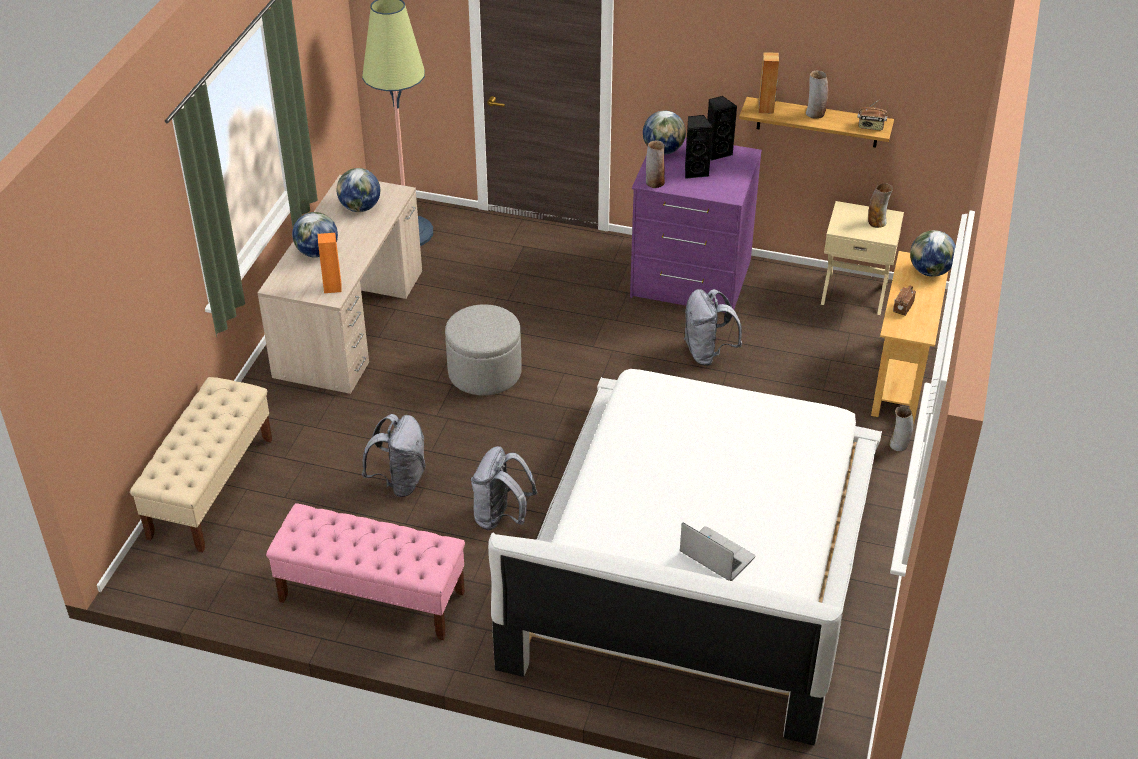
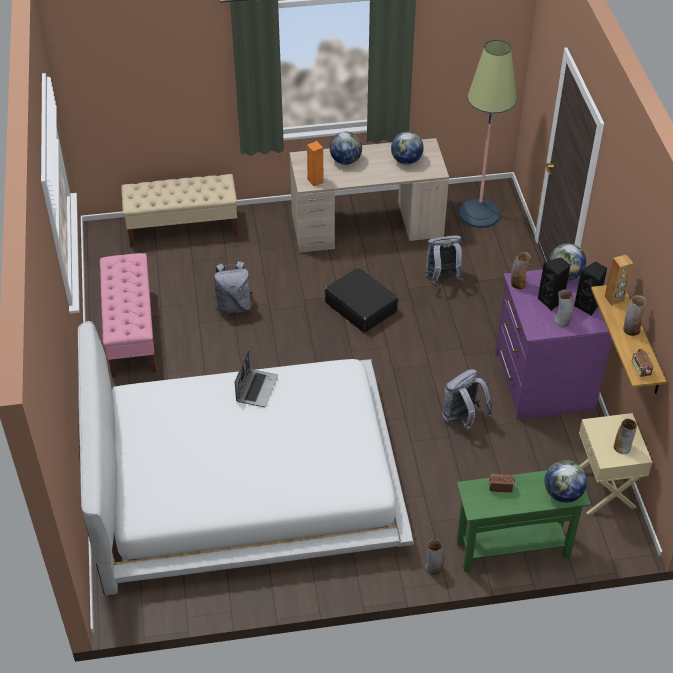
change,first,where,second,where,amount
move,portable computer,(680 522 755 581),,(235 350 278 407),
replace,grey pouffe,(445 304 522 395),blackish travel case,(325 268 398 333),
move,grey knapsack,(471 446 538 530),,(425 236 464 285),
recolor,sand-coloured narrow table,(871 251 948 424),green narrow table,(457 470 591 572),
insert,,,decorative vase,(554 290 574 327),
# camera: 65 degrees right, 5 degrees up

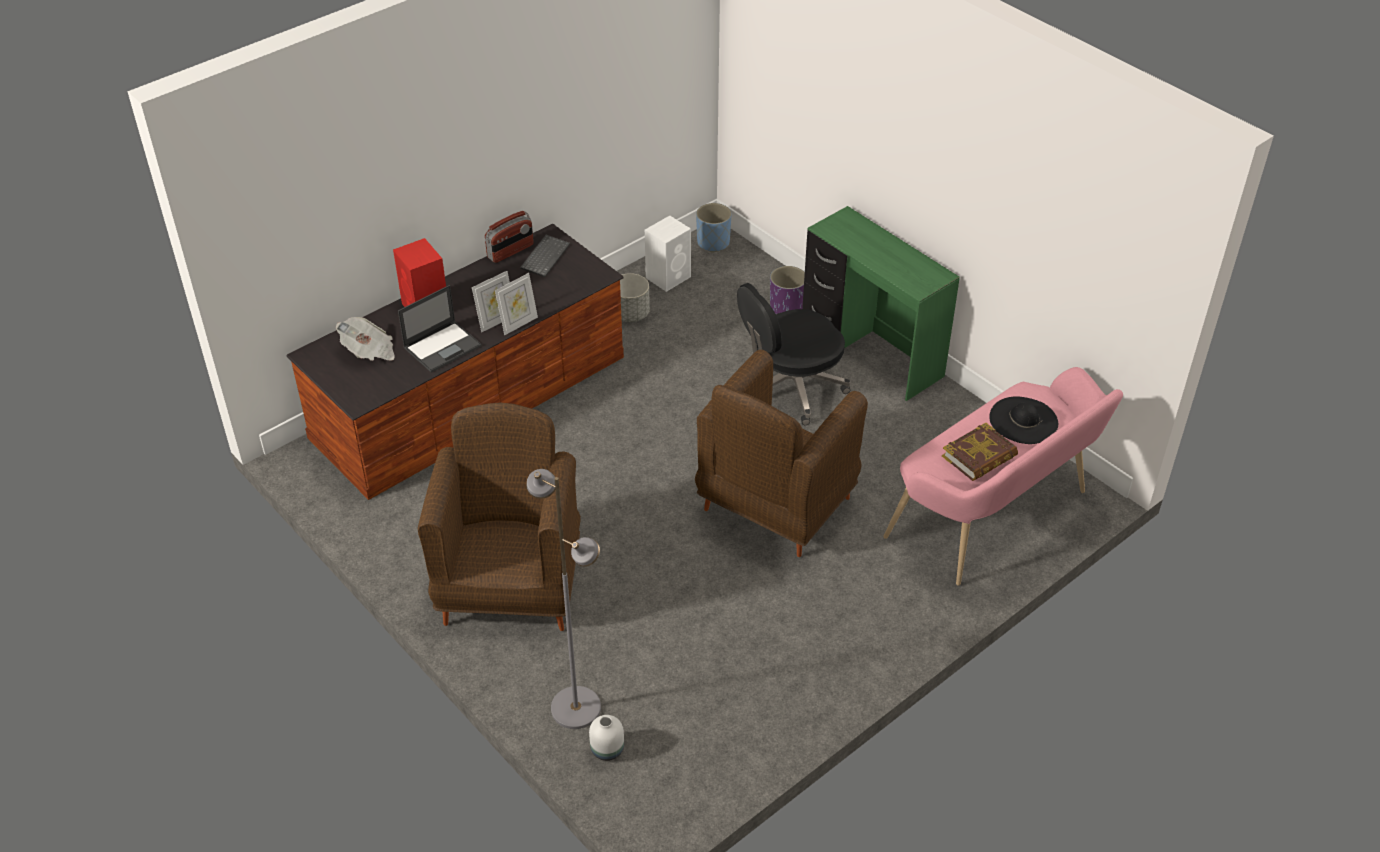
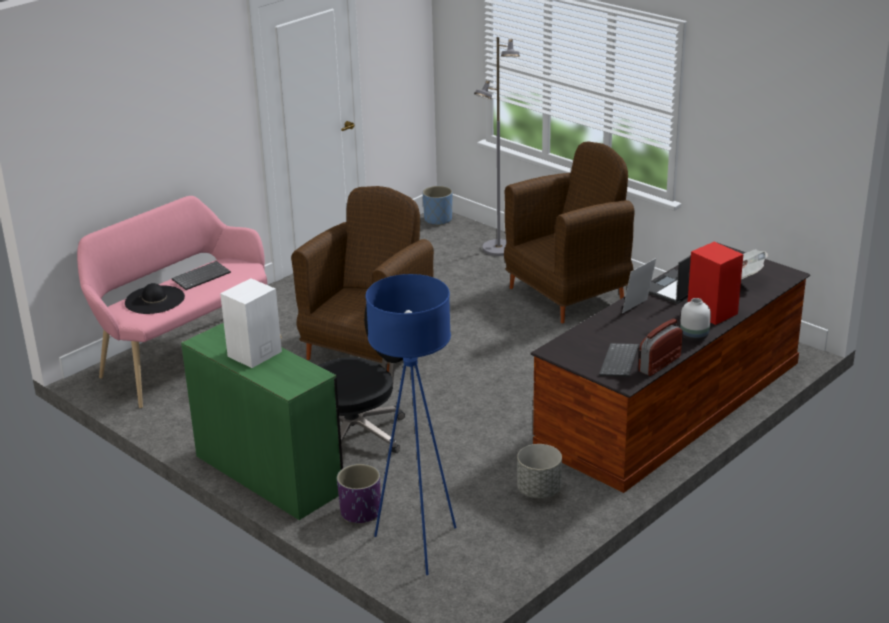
change,first,where,second,where,amount
replace,book,(942 423 1018 481),computer keyboard,(172 261 231 290),
move,white-coloured audio speaker,(645 216 691 292),,(220 278 282 368),
insert,,,blue floor lamp,(366 274 456 575),
move,blue flower pot,(696 203 732 253),,(422 186 452 226),
rotate,brown-coloured lounge chair,(418 403 581 631),,(504 141 634 323),120 degrees counterclockwise
move,white-coloured decorative vase,(589 715 624 761),,(680 298 711 341),
delete,picture frame,(495 273 538 335),,,
# camera: 175 degrees right, 15 degrees down

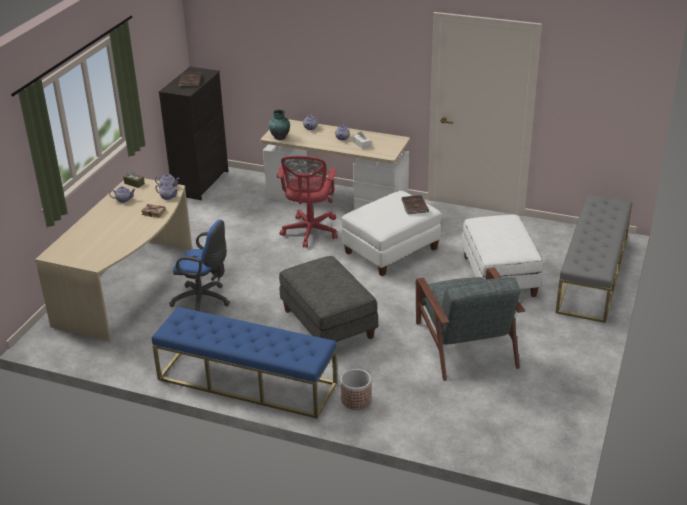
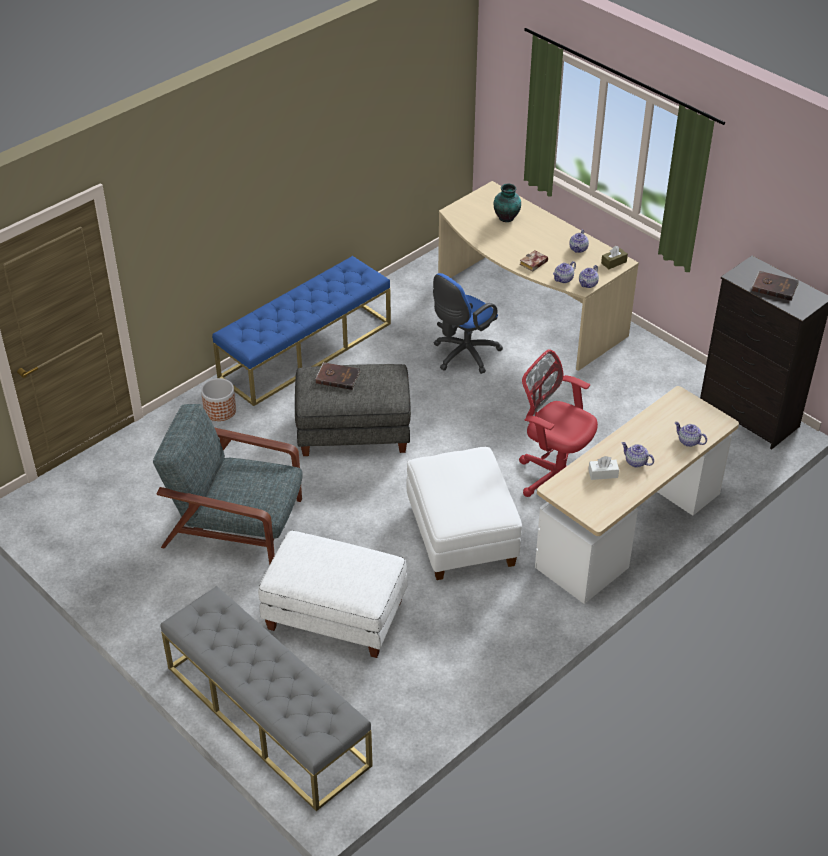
change,first,where,second,where,amount
move,brown-coloured book,(402 195 429 214),,(315 362 361 390),
move,decorative vase,(269 110 290 140),,(494 184 521 222),
# camera: 115 degrees right, 10 degrees up

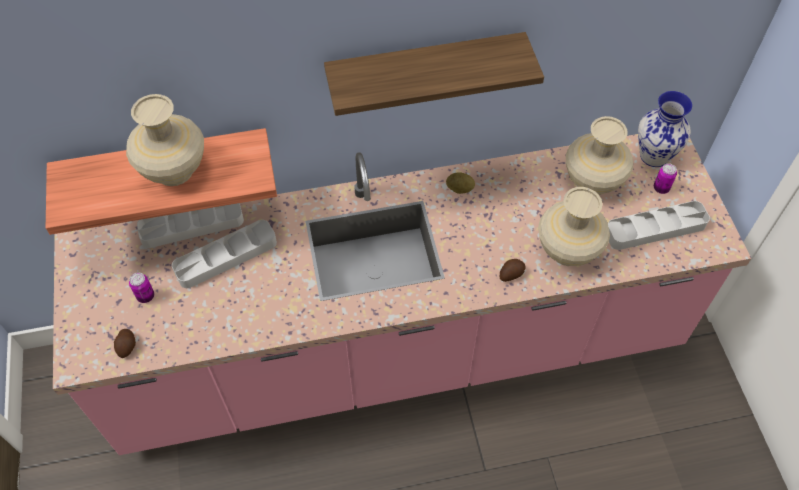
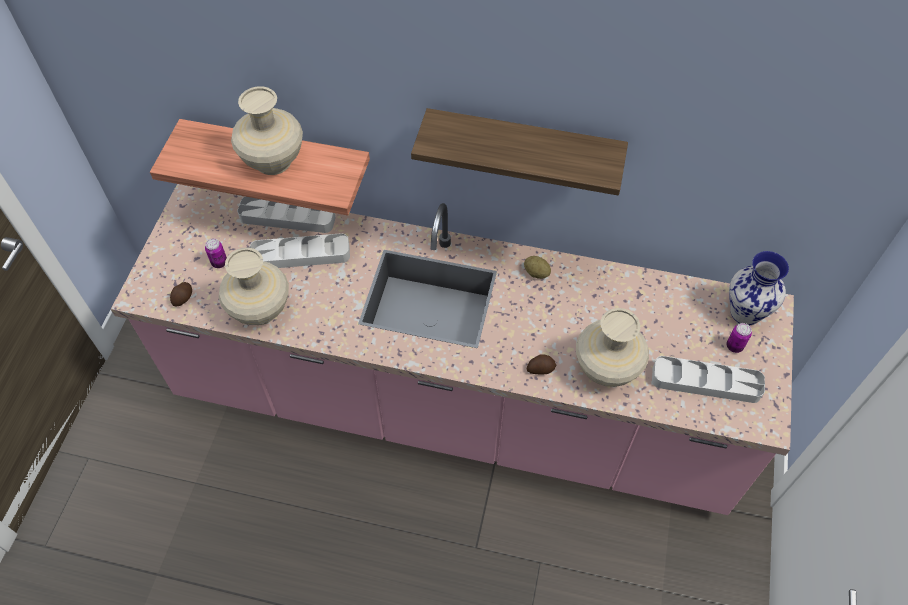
change,first,where,second,where,amount
move,sand-coloured decorative vase,(566 116 633 195),,(219 247 289 325),
# camera: 25 degrees right, 0 degrees up

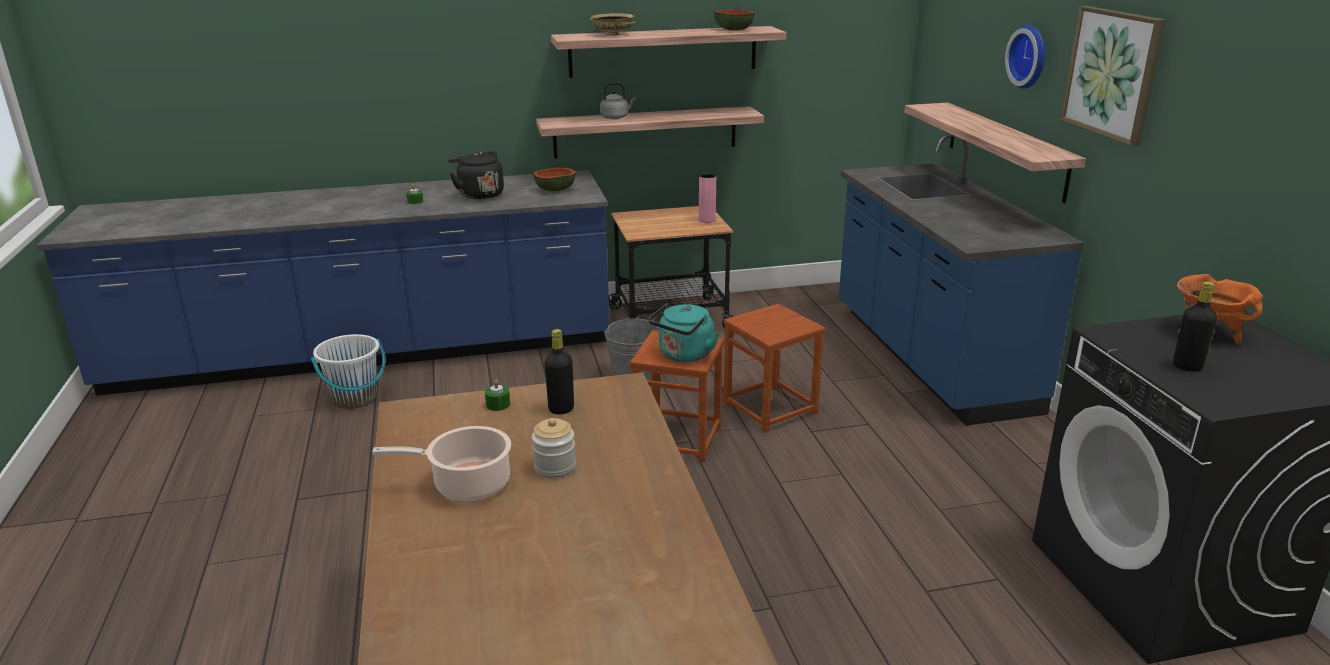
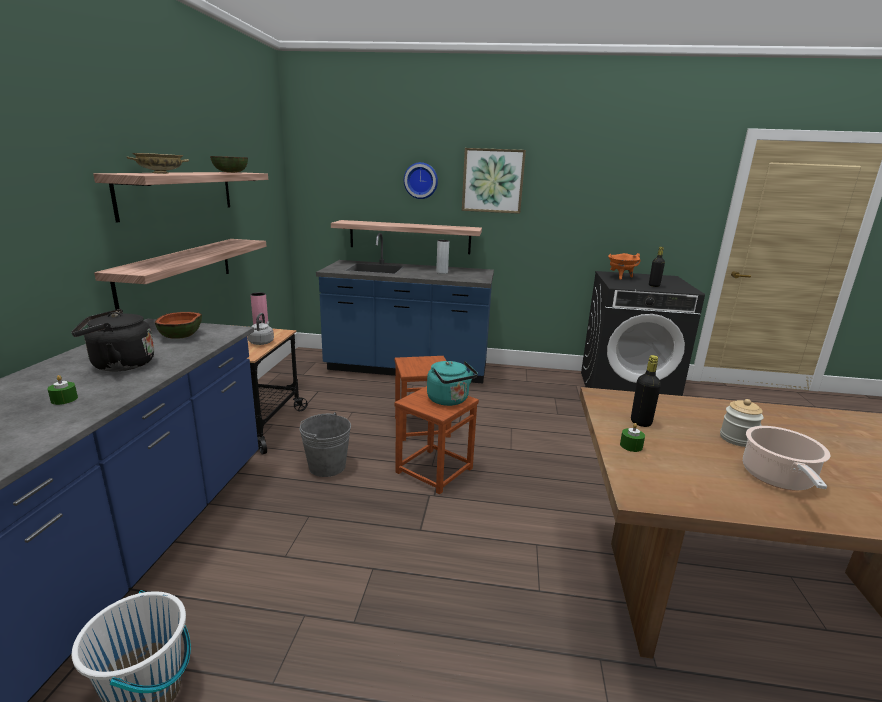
change,first,where,second,where,amount
move,grey kettle,(600 83 636 119),,(248 313 274 345),
insert,,,grey decorative vase,(436 240 449 274),
# camera: 70 degrees left, 5 degrees down

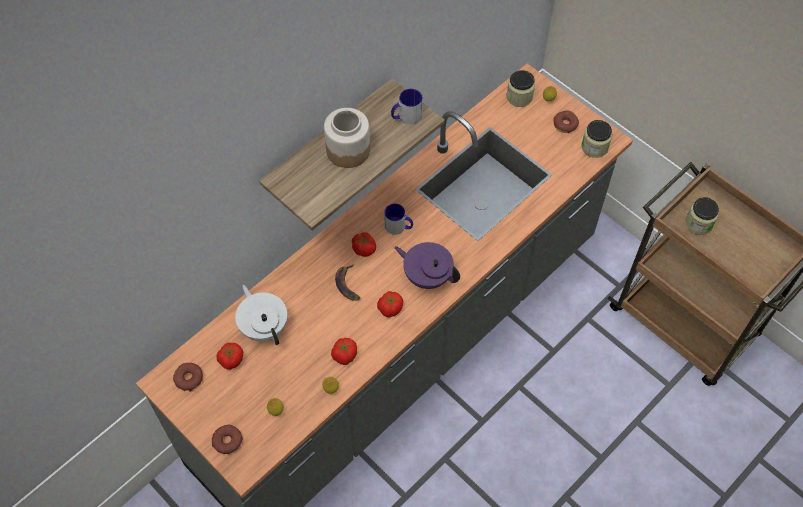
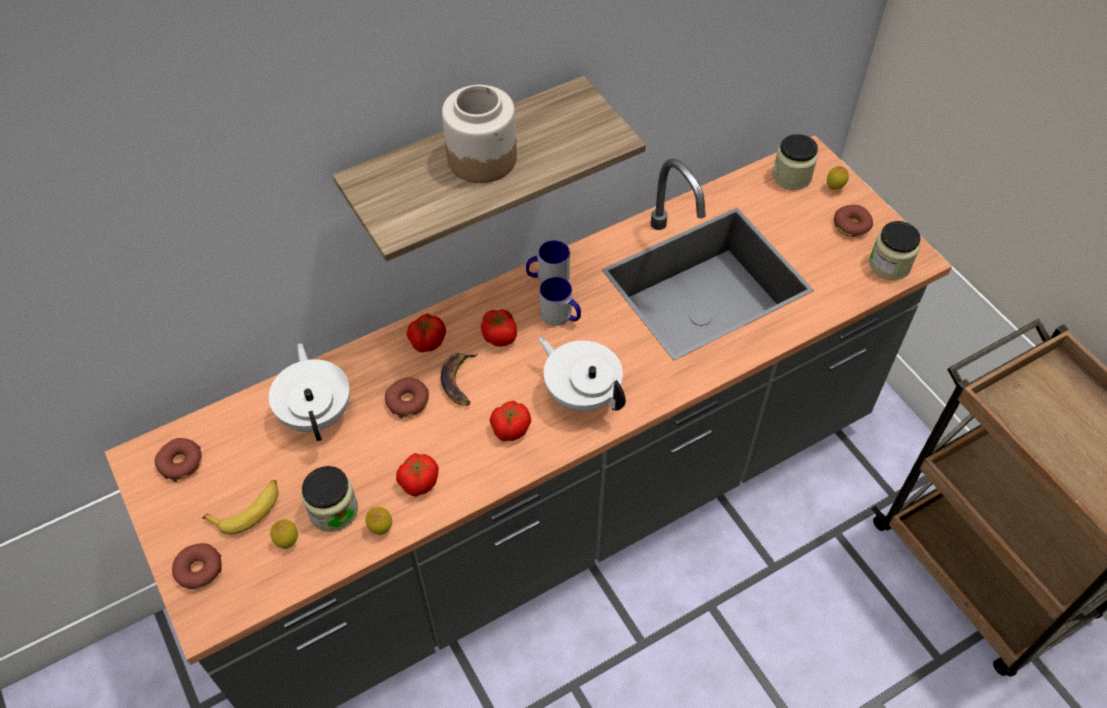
change,first,where,second,where,amount
insert,,,banana,(202 480 278 534),
move,preserve jar,(685 197 719 235),,(302 466 358 532),
insert,,,doughnut,(385 377 429 419),
move,whole tomato,(217 343 243 370),,(407 314 446 353),
move,mug,(391 89 423 124),,(526 240 570 283),
recolor,purplish teapot,(394 242 460 289),white-coloured teapot,(539 337 626 412),
# camera: 15 degrees right, 5 degrees down

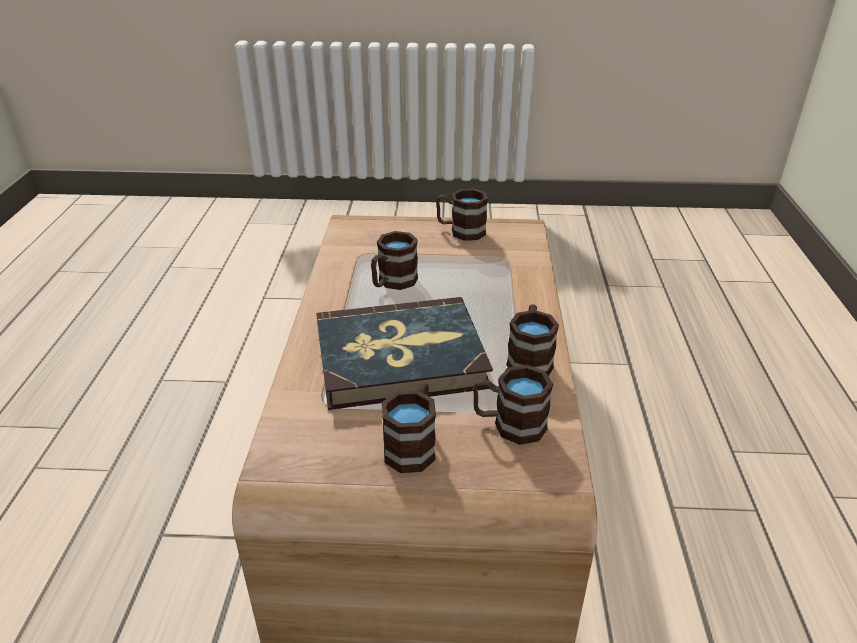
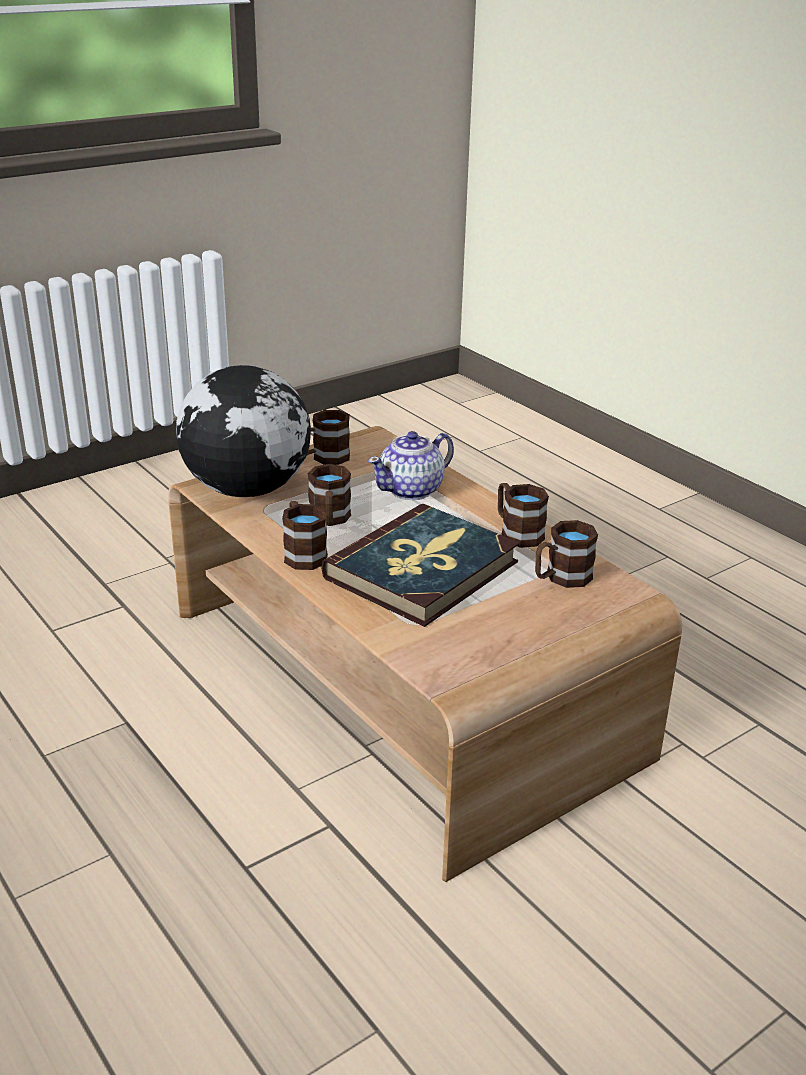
change,first,where,second,where,amount
insert,,,desk globe,(176 365 311 497),
move,brown-coloured mug,(382 382 436 473),,(282 501 328 570),
insert,,,teapot,(368 431 454 500),
# camera: 40 degrees left, 5 degrees down

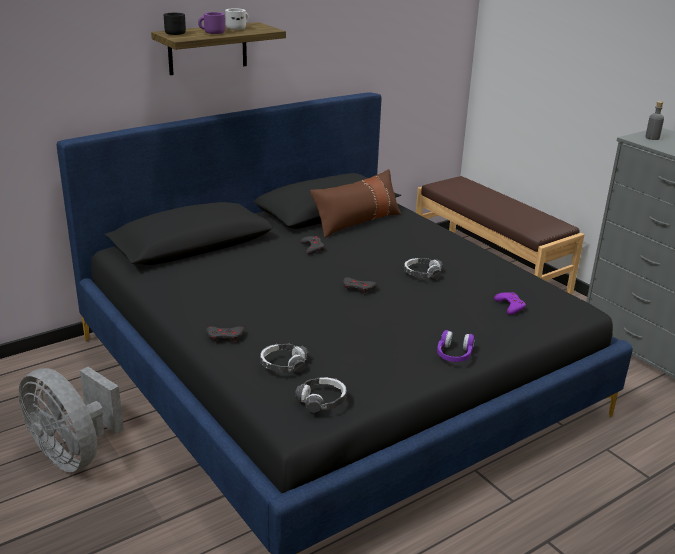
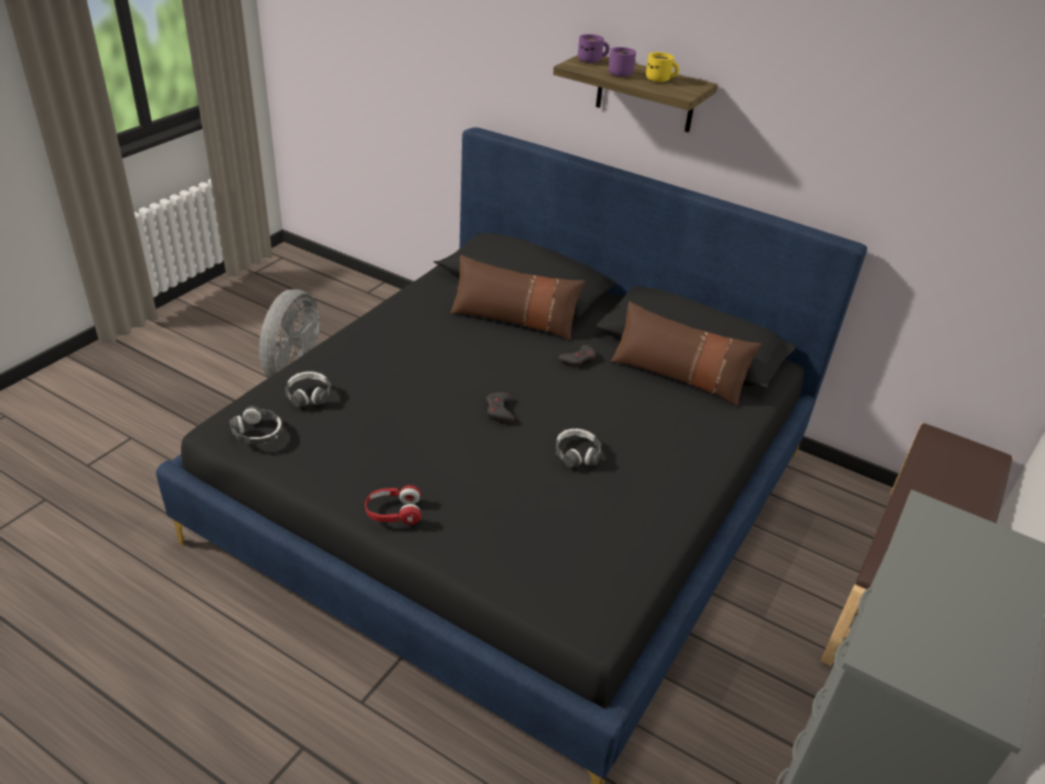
change,first,where,second,where,amount
recolor,purplish pair of headphones,(437 330 475 362),reddish pair of headphones,(365 485 422 525),
insert,,,brown-coloured pillow,(450 255 585 340),
recolor,blackish mug,(163 13 186 35),purplish mug,(578 34 610 63),
recolor,white-coloured mug,(225 9 249 30),yellow-coloured mug,(646 52 679 82),
delete,grey gamepad,(206 326 245 343),,,
delete,purplish gamepad,(494 292 526 315),,,
delete,grey bottle,(645 101 664 140),,,
# camera: 65 degrees right, 10 degrees up

